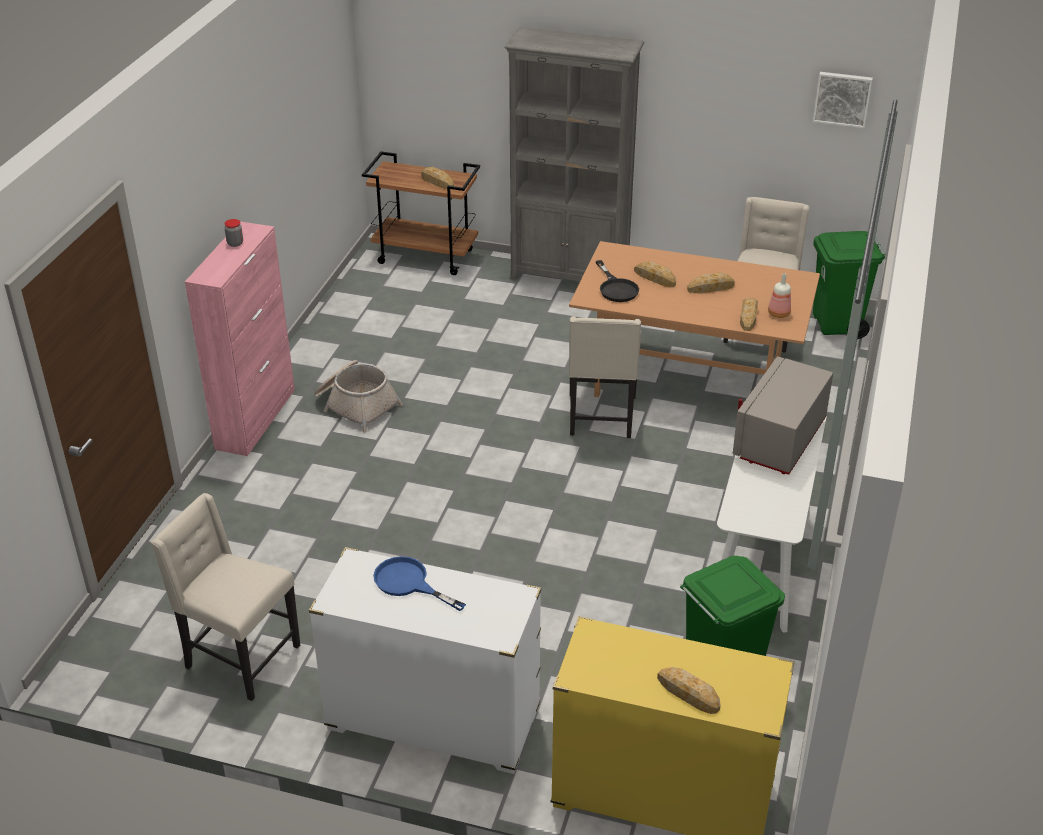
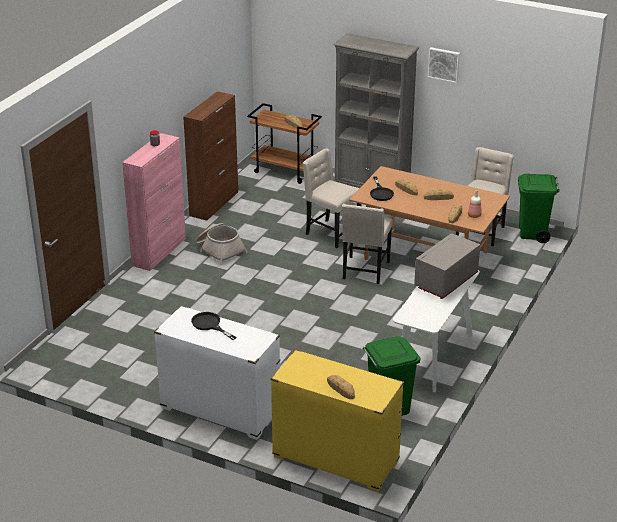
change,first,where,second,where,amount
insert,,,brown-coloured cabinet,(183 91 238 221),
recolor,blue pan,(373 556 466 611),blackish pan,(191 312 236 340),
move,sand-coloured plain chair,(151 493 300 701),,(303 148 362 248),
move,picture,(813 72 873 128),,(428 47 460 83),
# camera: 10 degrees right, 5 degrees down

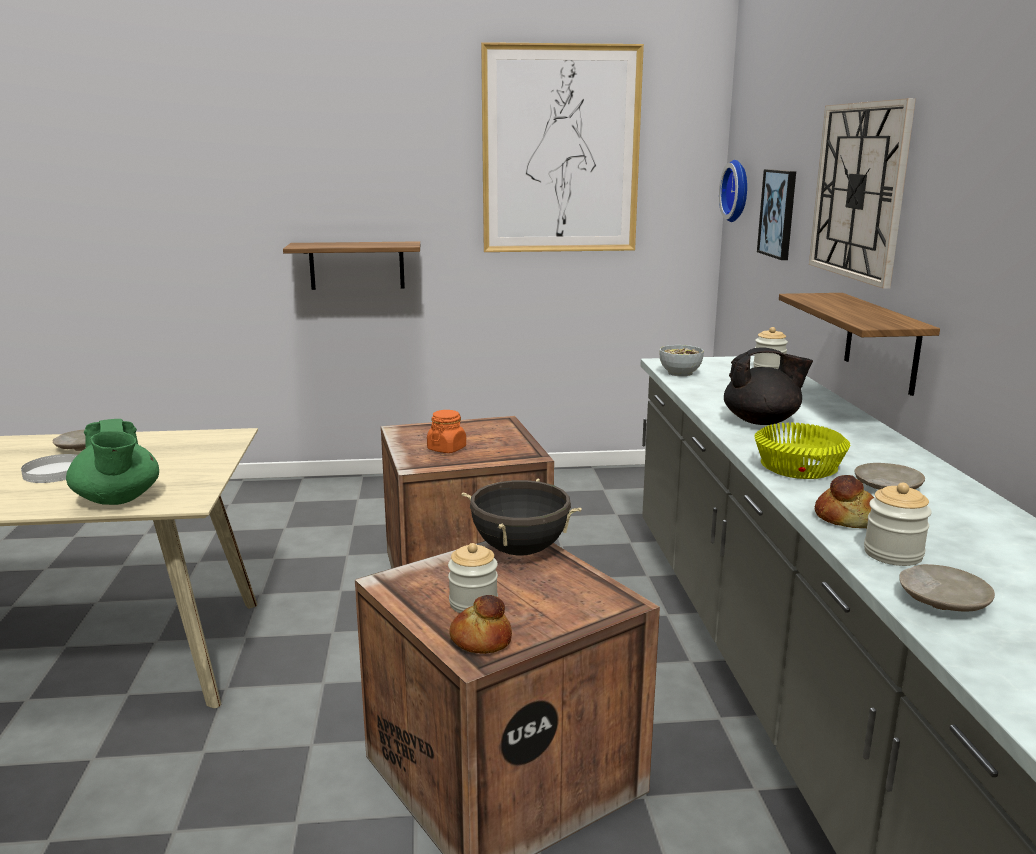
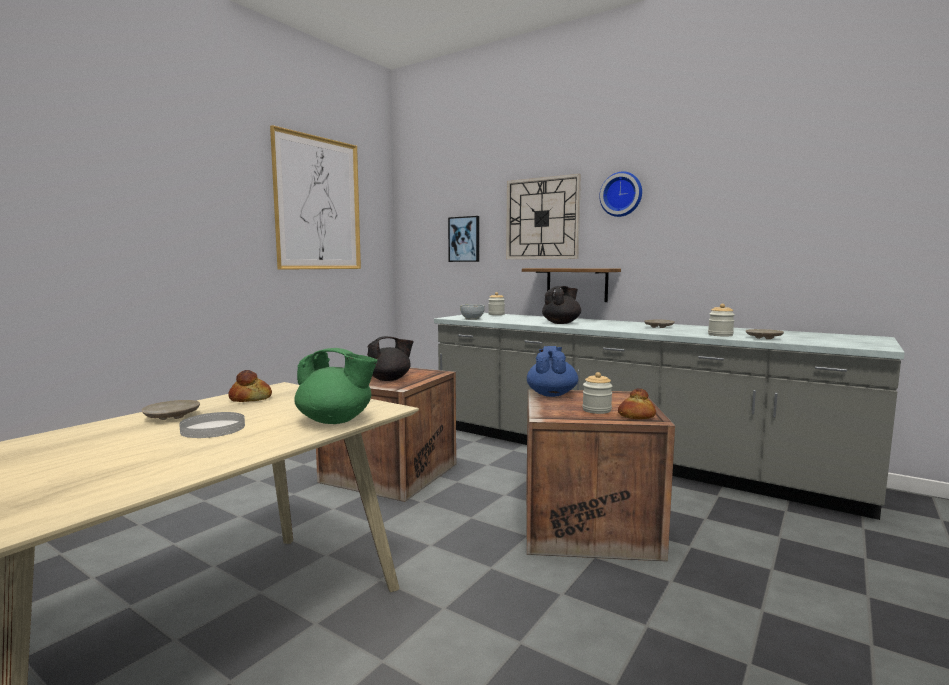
change,first,where,second,where,amount
move,bread,(815 475 874 528),,(228 370 272 402),
replace,orange preserve jar,(427 410 466 453),blackish teapot,(367 336 414 381),
replace,blackish cooking pot,(462 478 582 555),blue teapot,(527 346 578 397),
move,hanging clock,(719 160 747 222),,(599 172 642 217),
delete,shelf,(283 241 420 290),,,
delete,yellow-coloured serving bowl,(754 423 850 479),,,
# camera: 50 degrees left, 10 degrees down

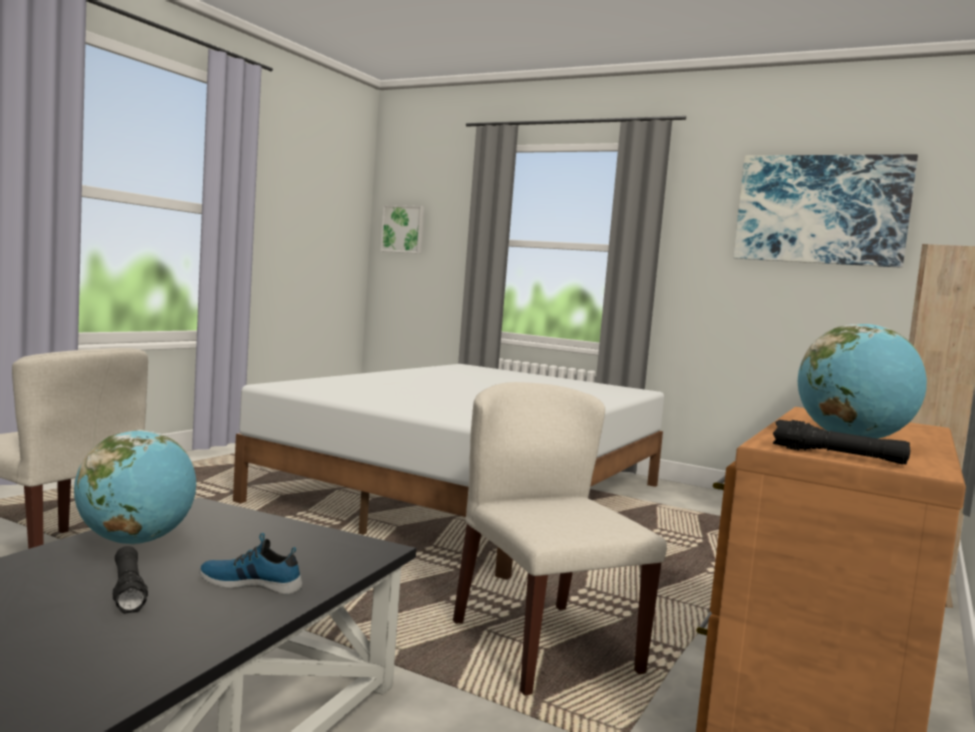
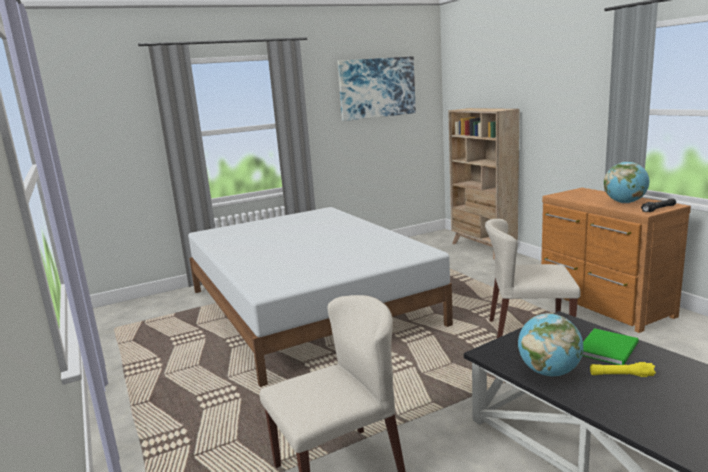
change,first,where,second,where,amount
replace,shoe,(199 533 302 594),green book,(582 328 639 365),
recolor,blackish flashlight,(113 546 148 614),yellow-coloured flashlight,(590 362 656 377),
delete,picture,(380 205 424 254),,,
# camera: 55 degrees left, 10 degrees up

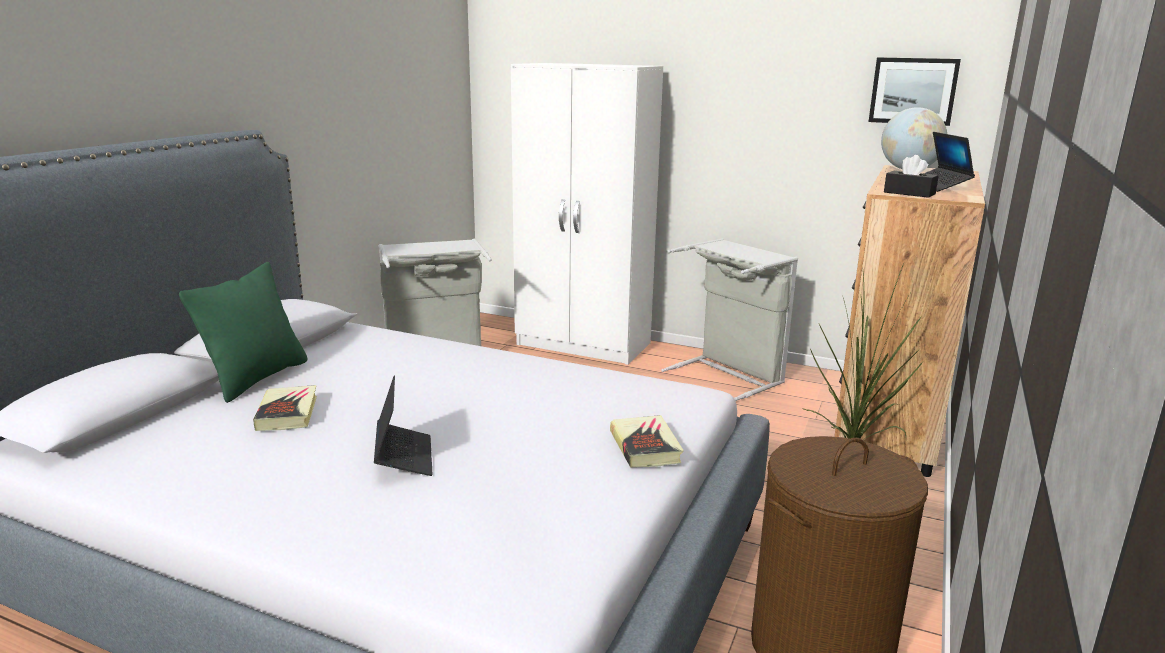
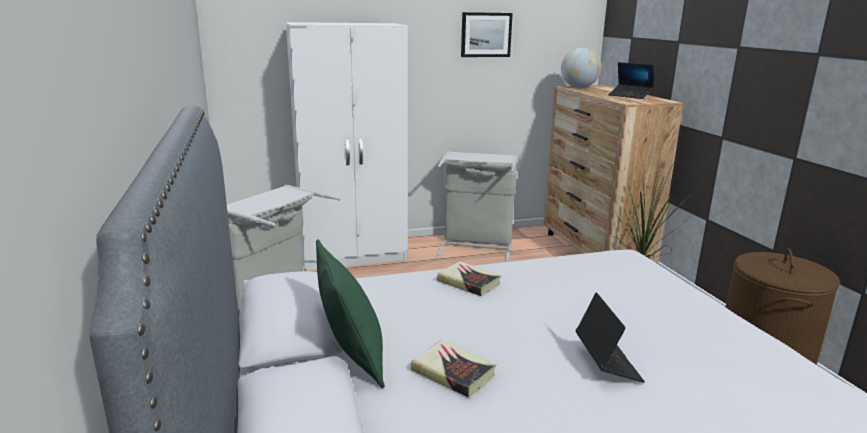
change,first,where,second,where,amount
move,book,(610 415 684 468),,(437 261 501 296),
move,picture,(869 57 961 126),,(461 12 513 57),
rotate,portable computer,(374 375 433 476),,(576 292 645 383),45 degrees clockwise
delete,blackish tissue box,(884 155 939 198),,,
# camera: 40 degrees left, 0 degrees up

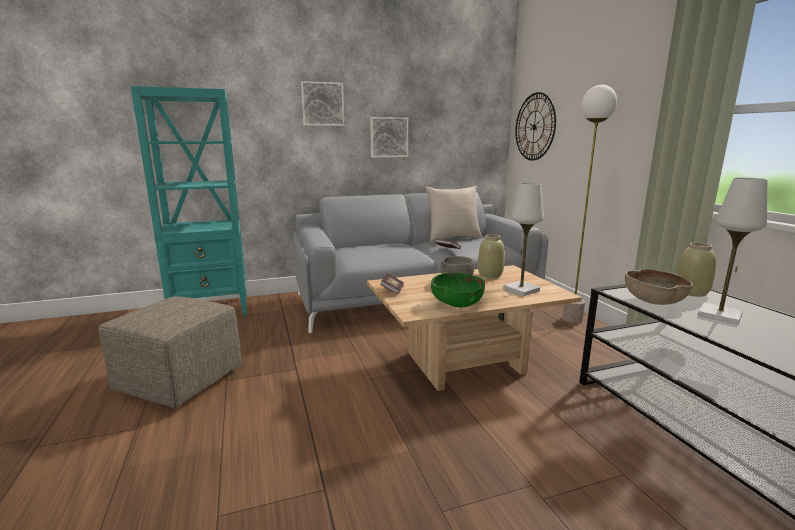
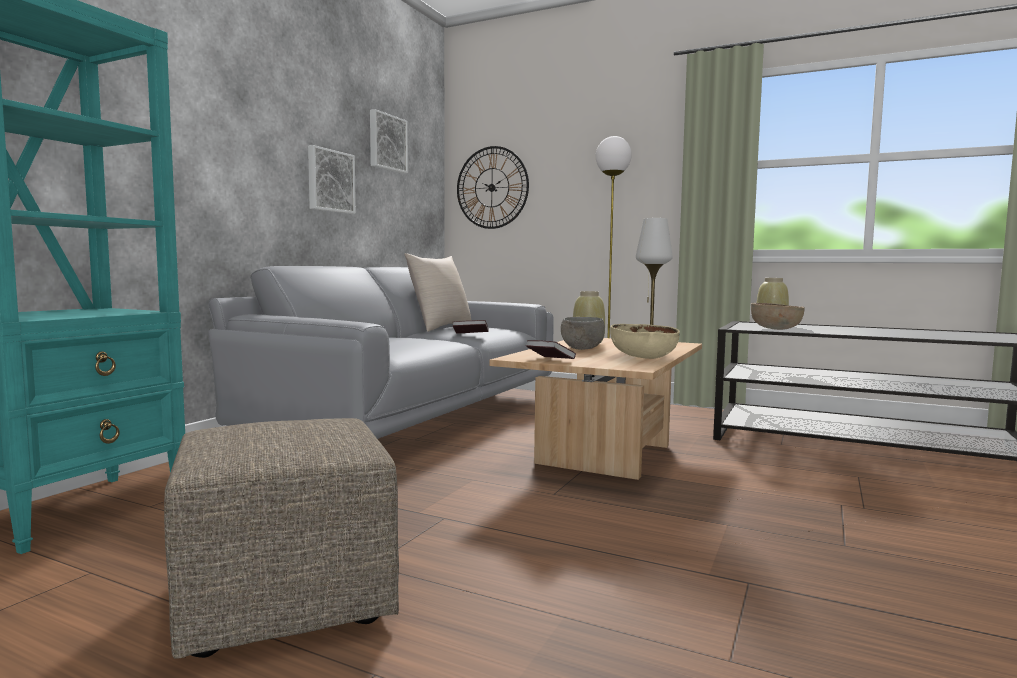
change,first,where,second,where,amount
move,picture,(301 81 344 126),,(370 109 408 173),
recolor,green serving bowl,(431 272 485 307),sand-coloured serving bowl,(610 324 680 359),
delete,white-coloured lamp for a table,(697 178 768 325),,,
# camera: 45 degrees left, 10 degrees down

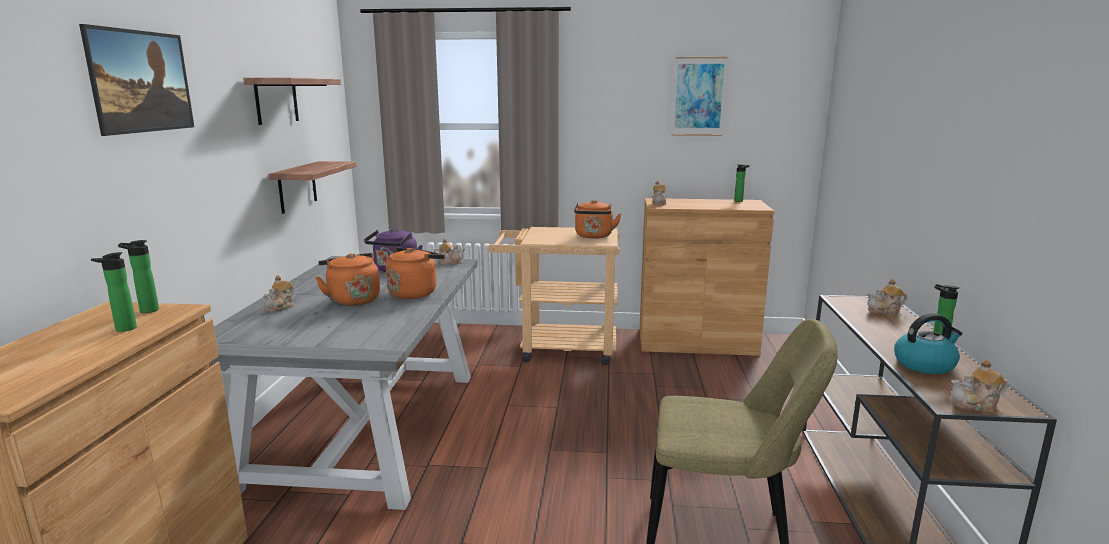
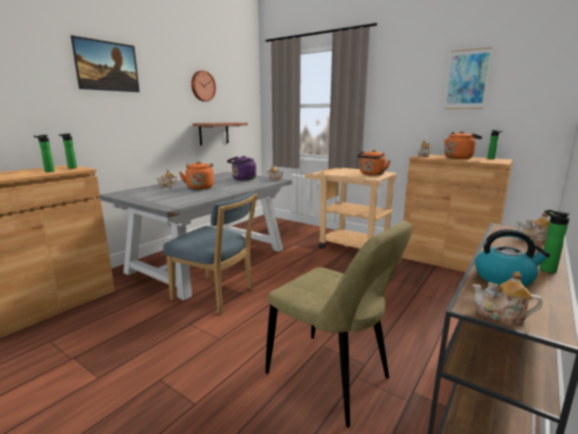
change,first,where,second,where,amount
insert,,,blue plain chair,(163 190 257 314),
replace,shelf,(243 78 341 125),hanging clock,(191 70 216 102),
move,orange kettle,(386 248 445 299),,(444 131 482 159),
# camera: 30 degrees right, 0 degrees up

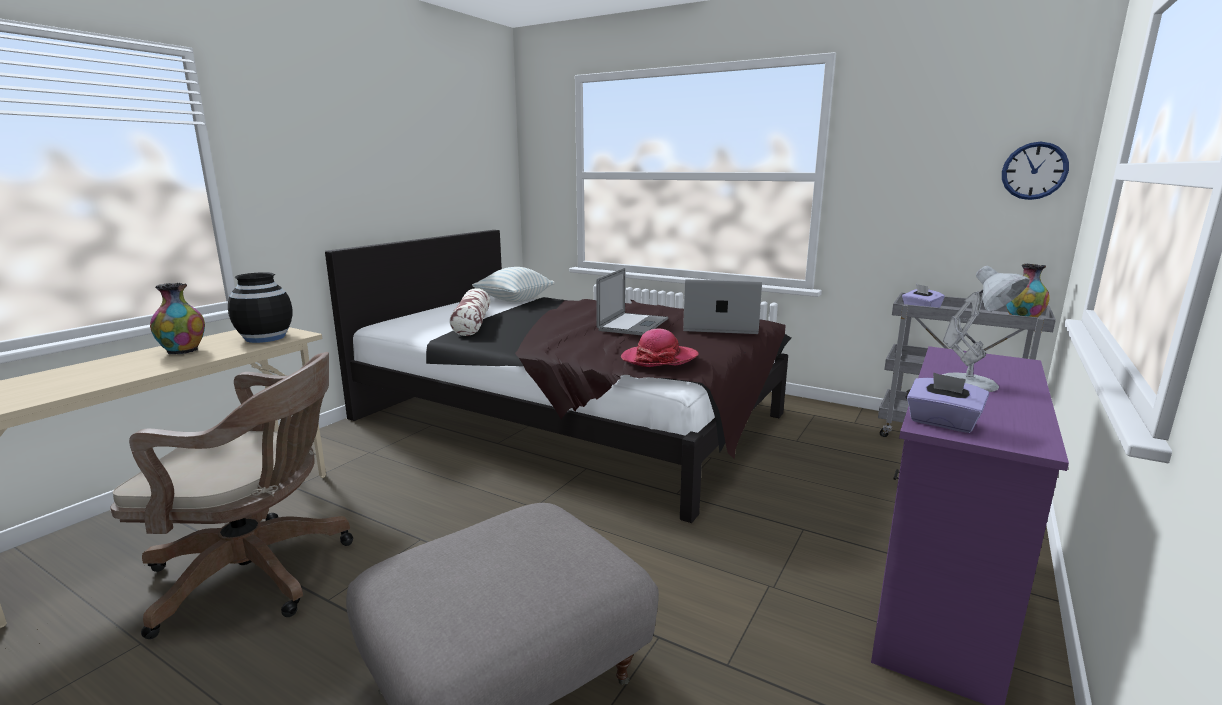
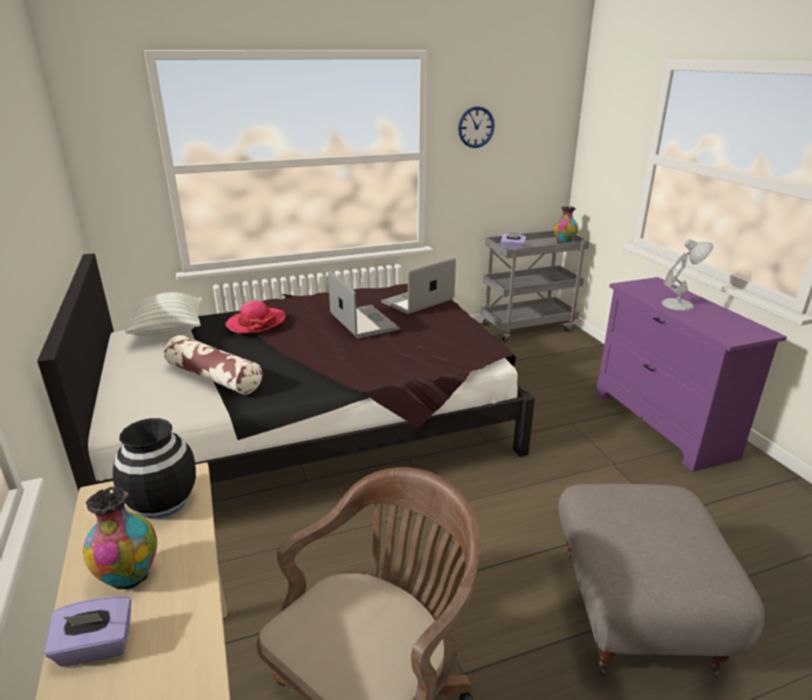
change,first,where,second,where,amount
move,purplish tissue box,(907 372 989 433),,(44 596 131 667),
move,wearable hat,(621 329 699 367),,(225 300 286 333),
move,hanging clock,(1002 142 1069 200),,(458 106 495 148),
# camera: 50 degrees left, 10 degrees up

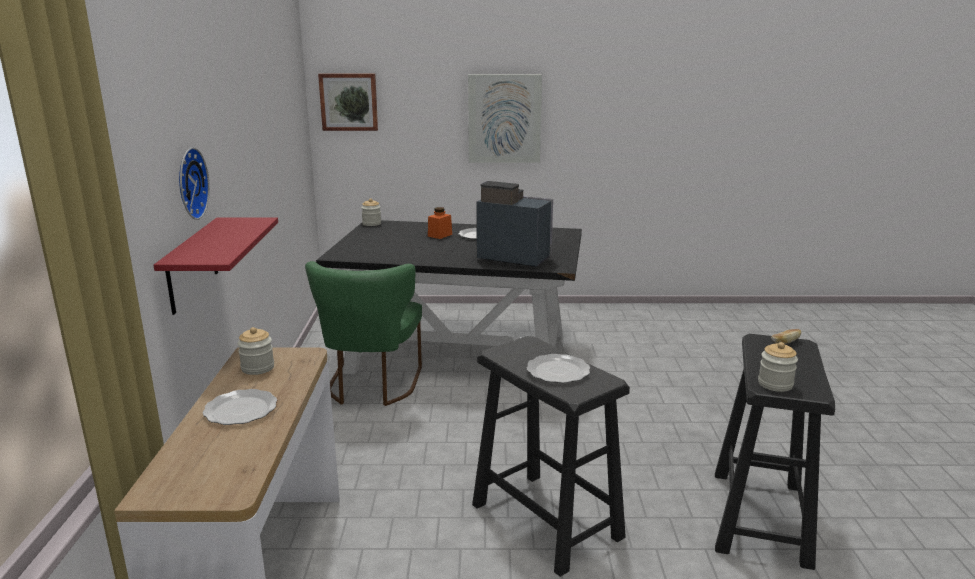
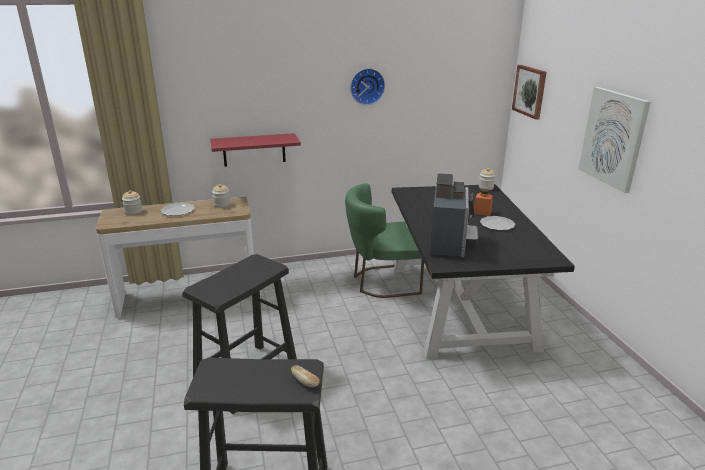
change,first,where,second,where,amount
move,preserve jar,(758 342 798 392),,(122 190 142 215),
move,hanging clock,(179 147 210 220),,(350 68 385 105),
delete,plate,(526 354 590 383),,,
# camera: 75 degrees right, 5 degrees up

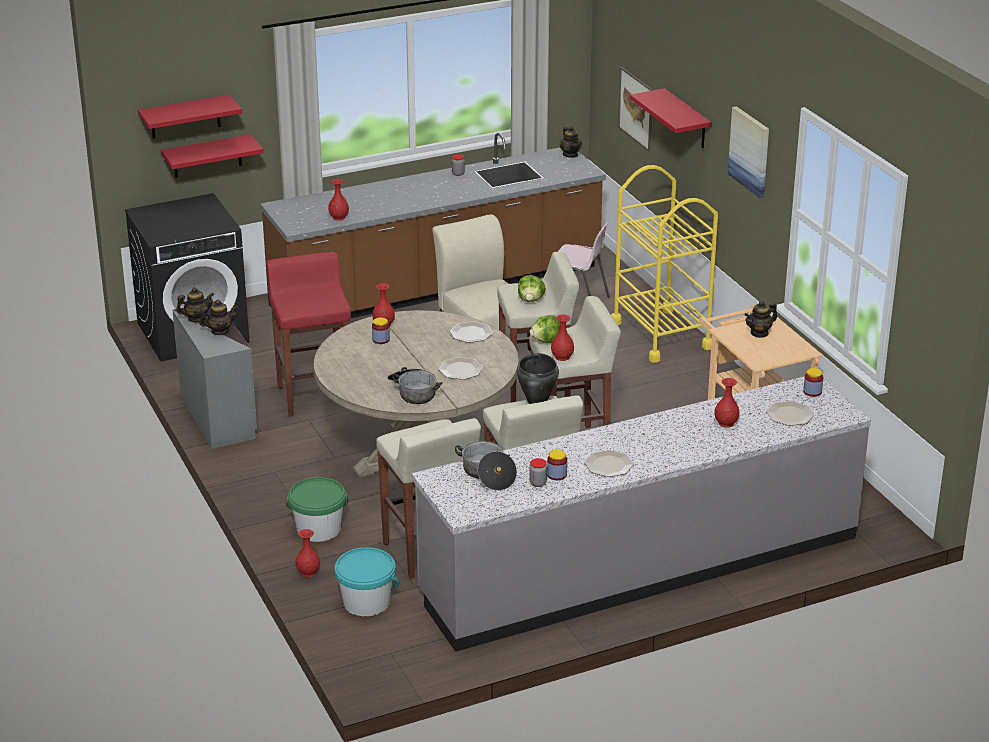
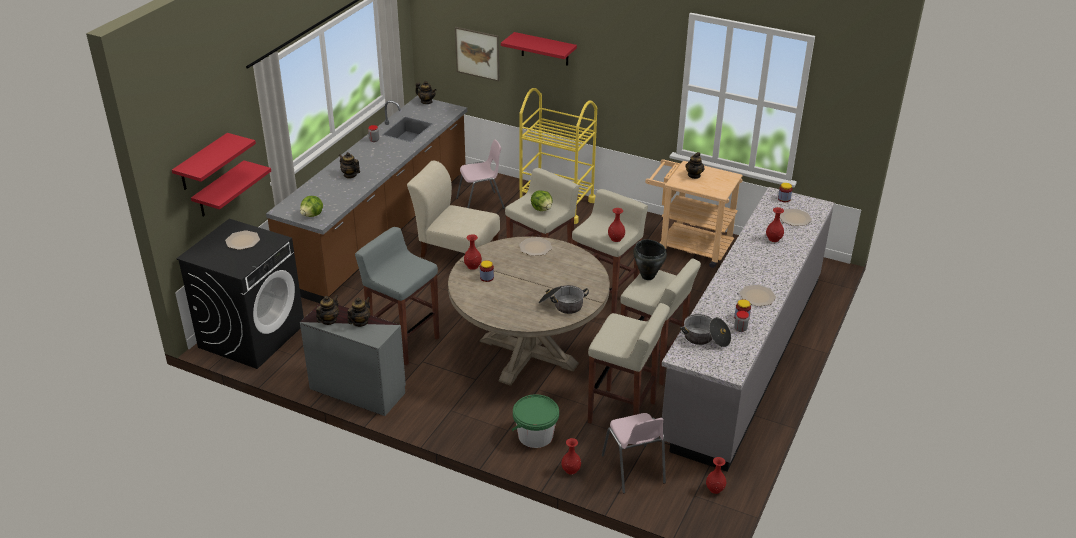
change,first,where,second,where,amount
move,plate,(439 357 483 380),,(225 230 260 250),
move,lettuce head,(530 315 560 343),,(300 196 323 217),
insert,,,teapot,(339 152 360 179),
recolor,reddish stool seat,(266 252 351 417),grey stool seat,(355 227 439 365),
replace,turquoise water bucket,(335 547 400 616),pink-coloured plain chair,(602 413 666 493),
move,reddish decorative vase,(328 179 349 221),,(706 457 726 494),
delete,picture,(728 106 769 198),,,
# camera: 40 degrees left, 5 degrees up

